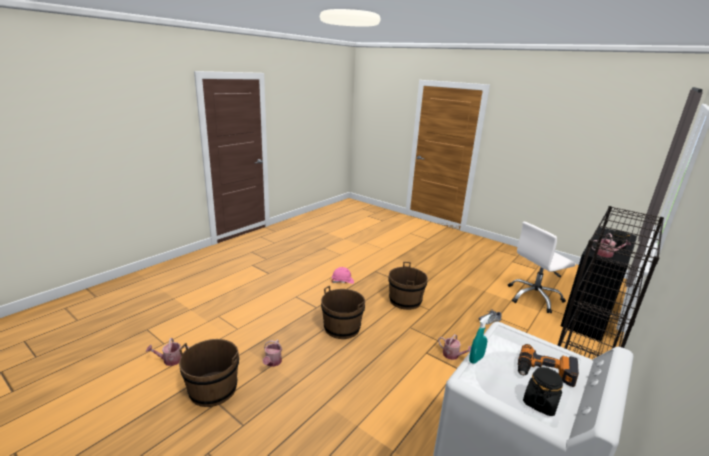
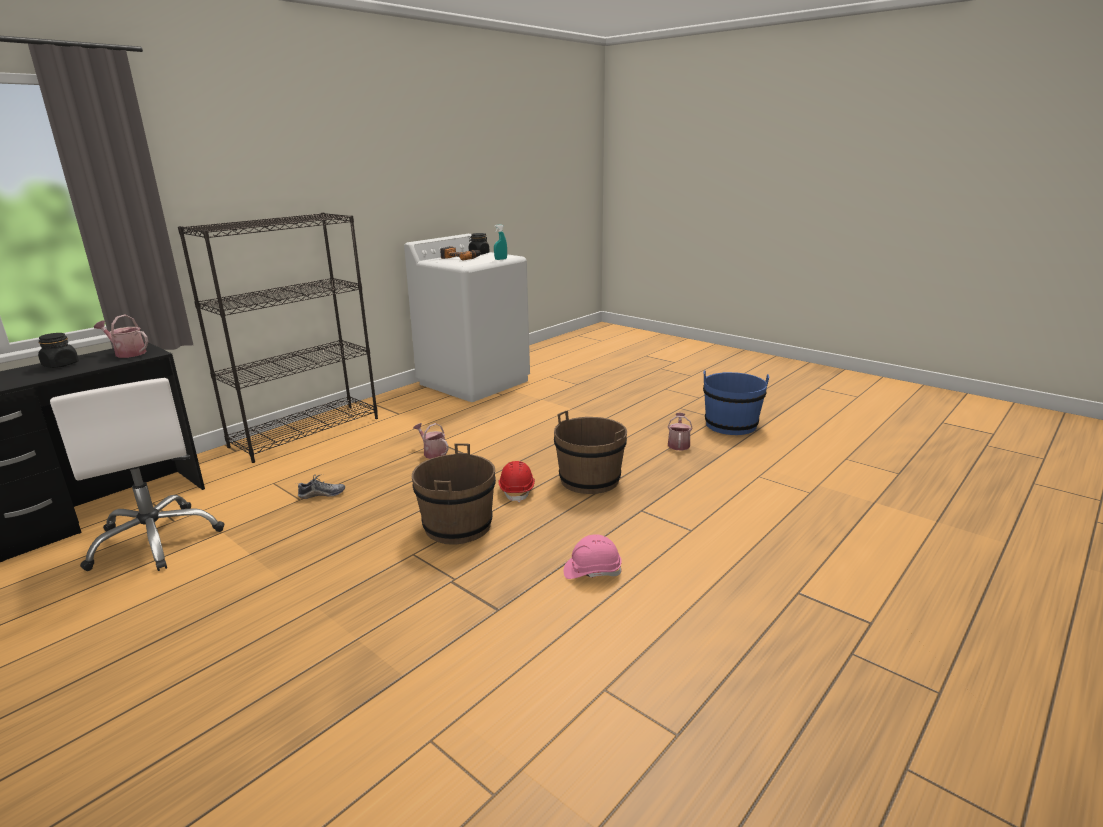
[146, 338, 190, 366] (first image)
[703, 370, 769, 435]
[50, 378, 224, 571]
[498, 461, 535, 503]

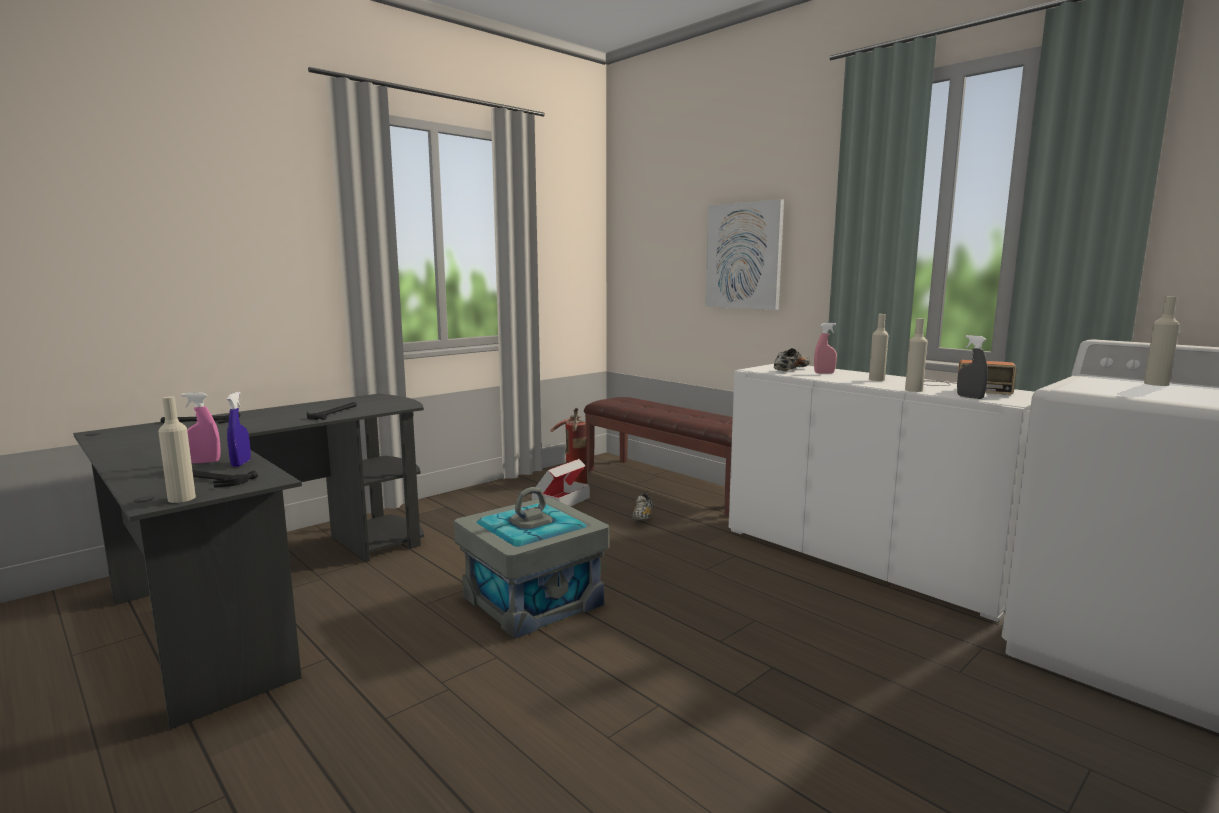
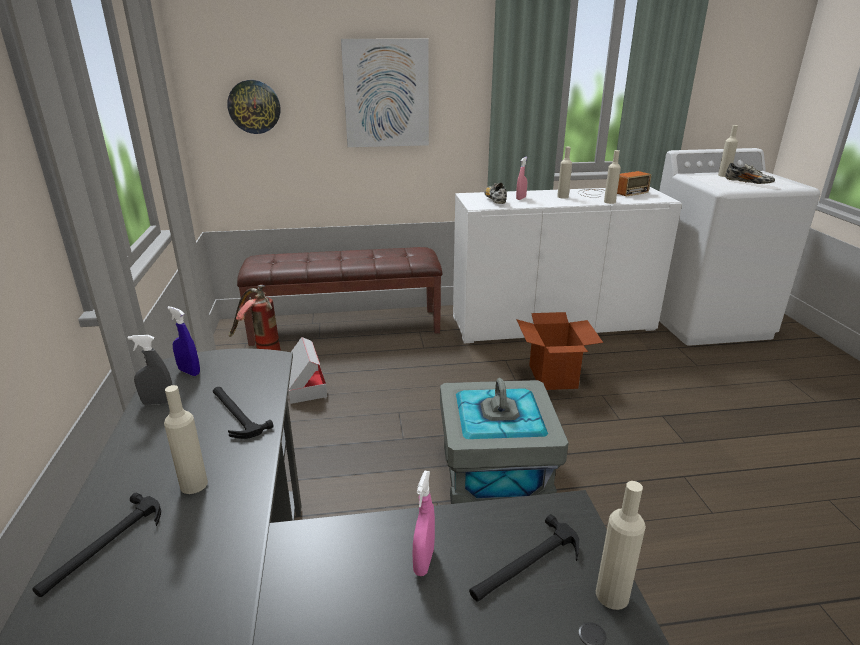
[167, 306, 200, 376]
[726, 163, 775, 184]
[128, 335, 172, 405]
[164, 385, 208, 494]
[227, 80, 280, 134]
[516, 312, 603, 390]

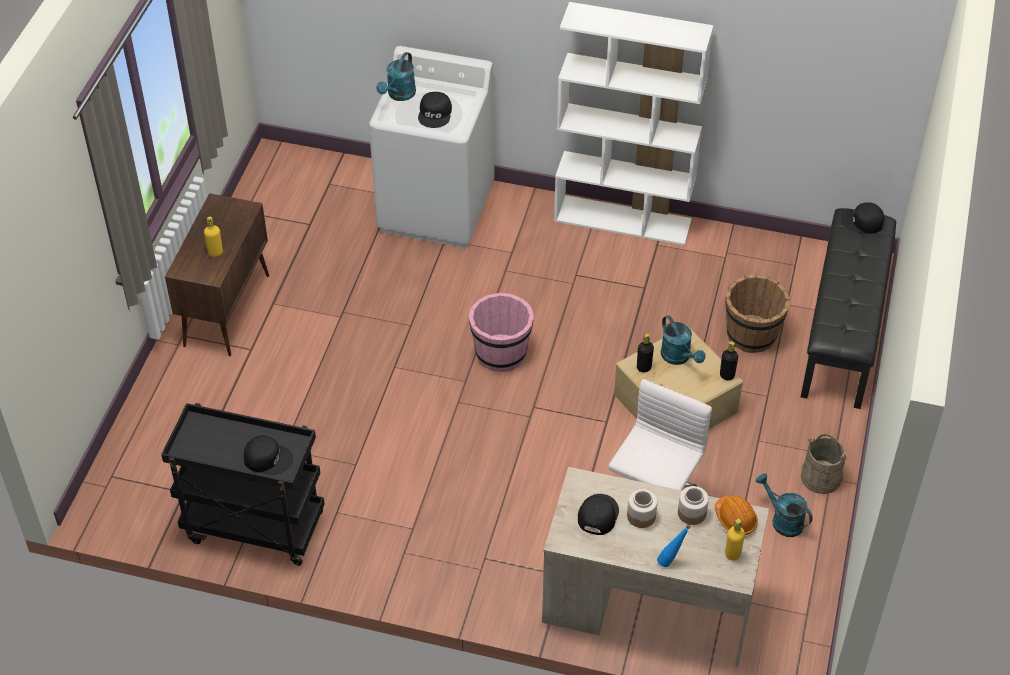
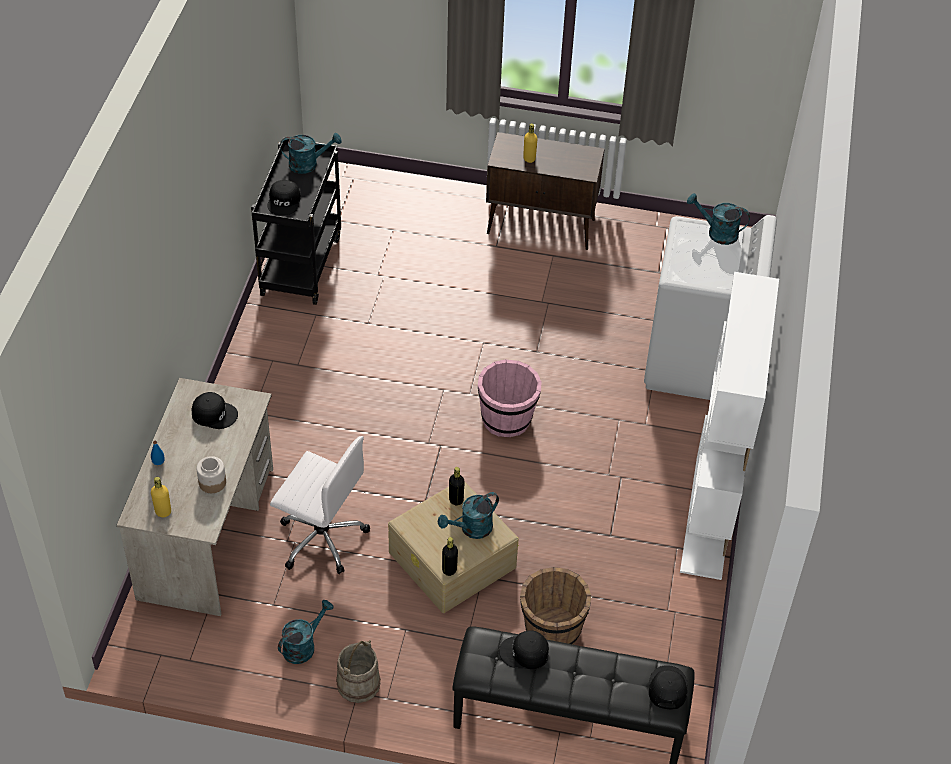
[499, 630, 549, 669]
[627, 489, 657, 528] (first image)
[715, 495, 758, 535] (first image)
[280, 133, 342, 174]

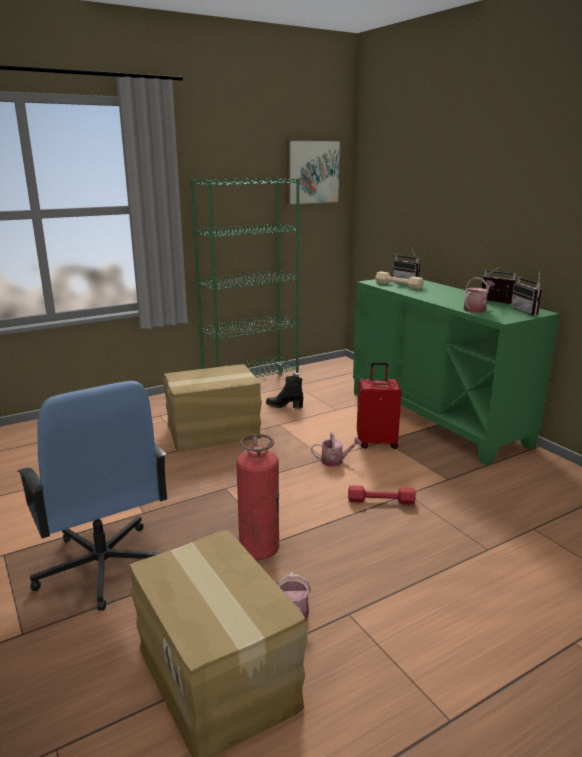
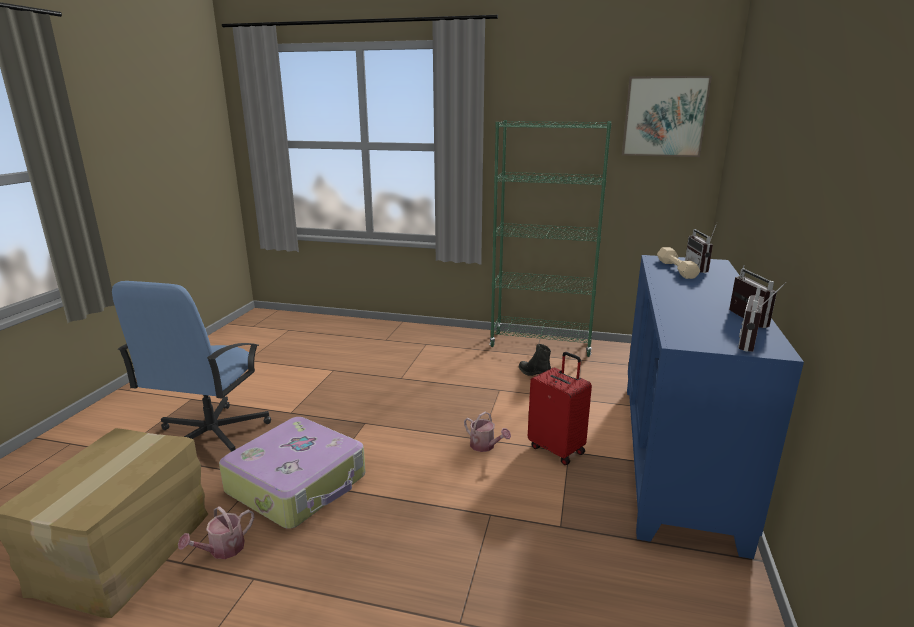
[163, 364, 262, 452] (first image)
[219, 417, 366, 529]
[348, 485, 416, 505] (first image)
[627, 255, 804, 559]
[463, 277, 495, 313] (first image)

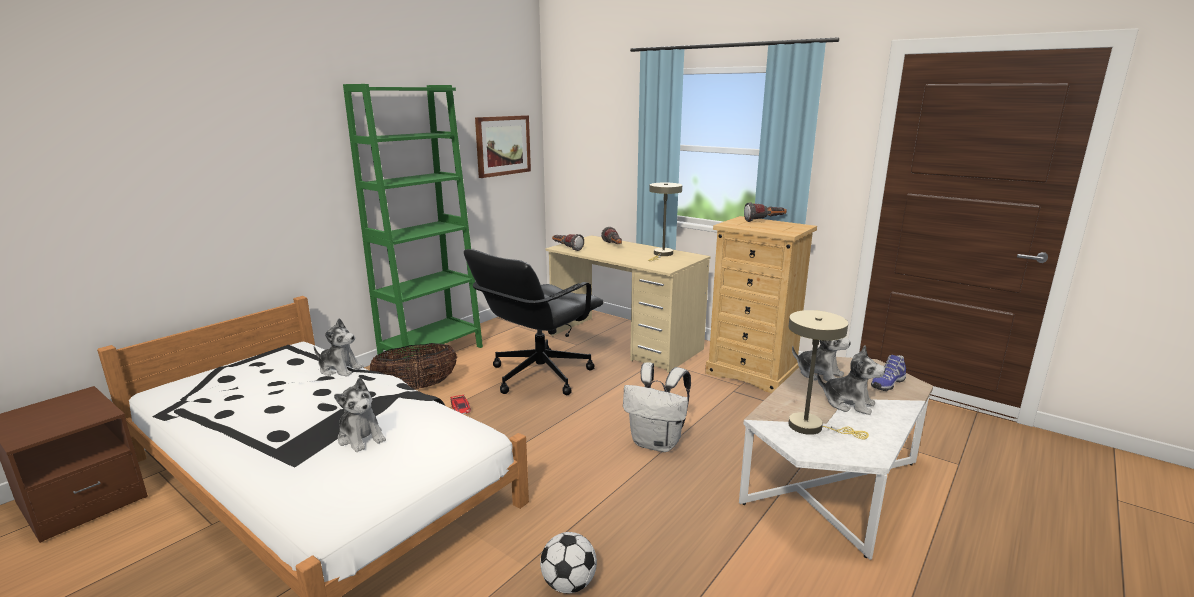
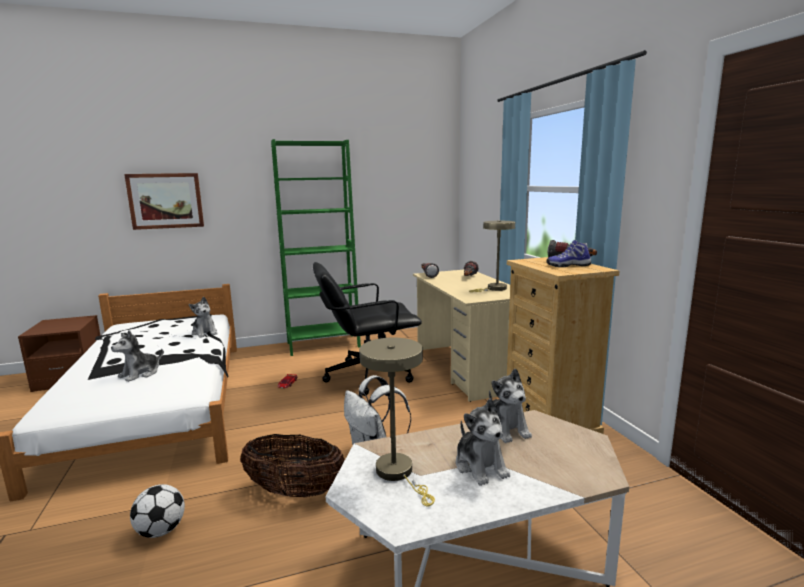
[111, 330, 163, 382]
[240, 434, 345, 497]
[124, 173, 204, 230]
[546, 240, 591, 267]

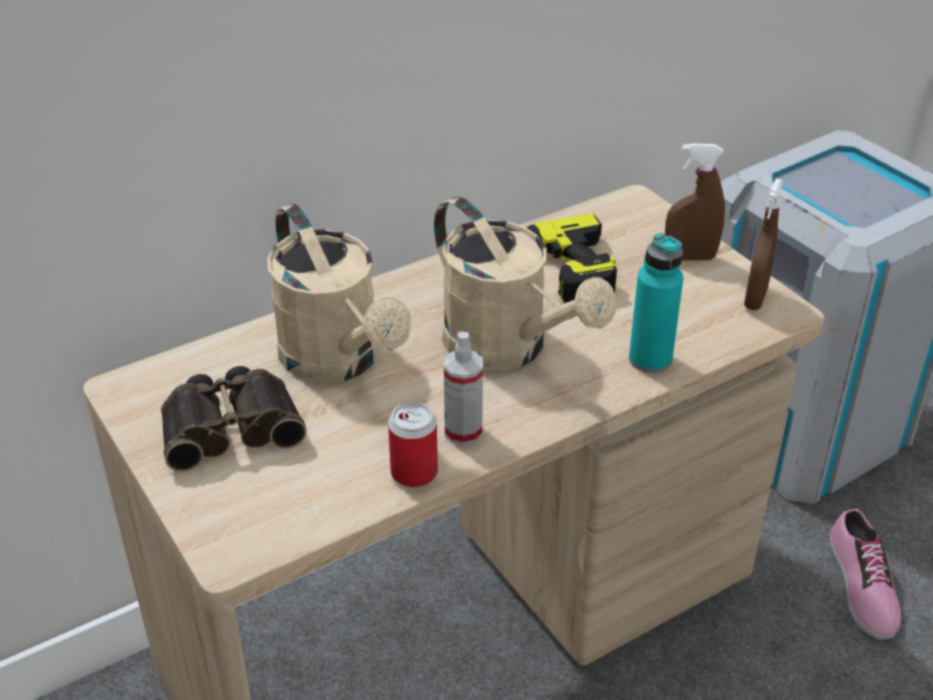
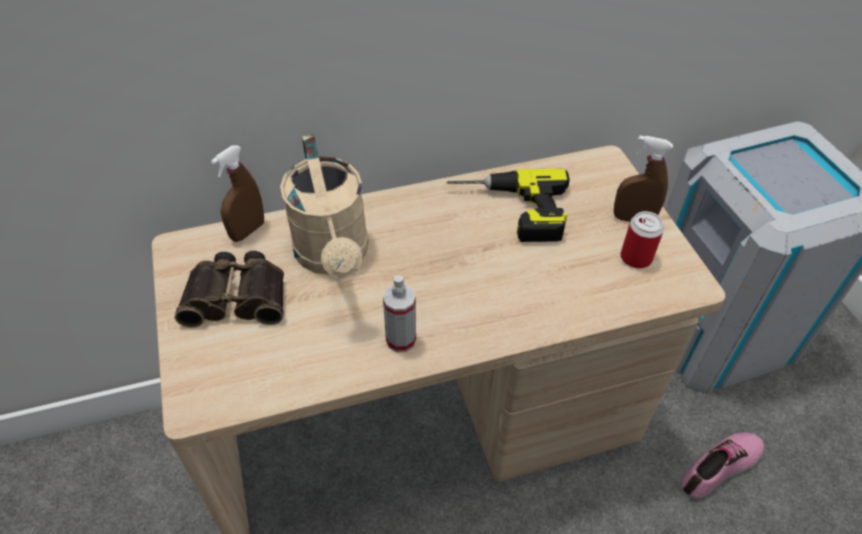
[621, 211, 664, 268]
[434, 197, 616, 371] (first image)
[629, 233, 683, 373] (first image)
[211, 145, 264, 242]
[681, 433, 764, 499]

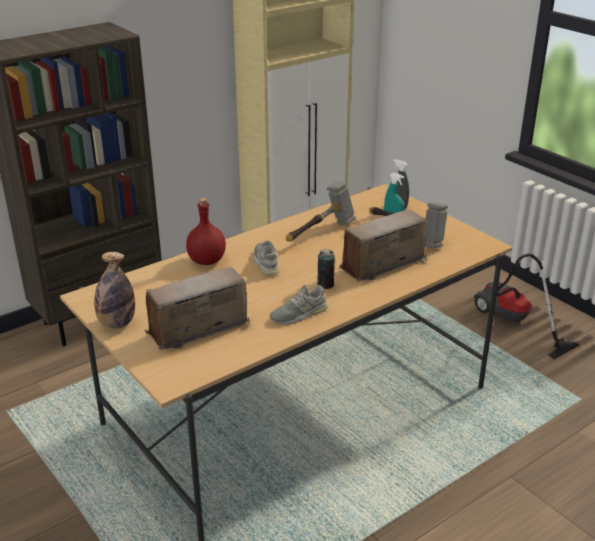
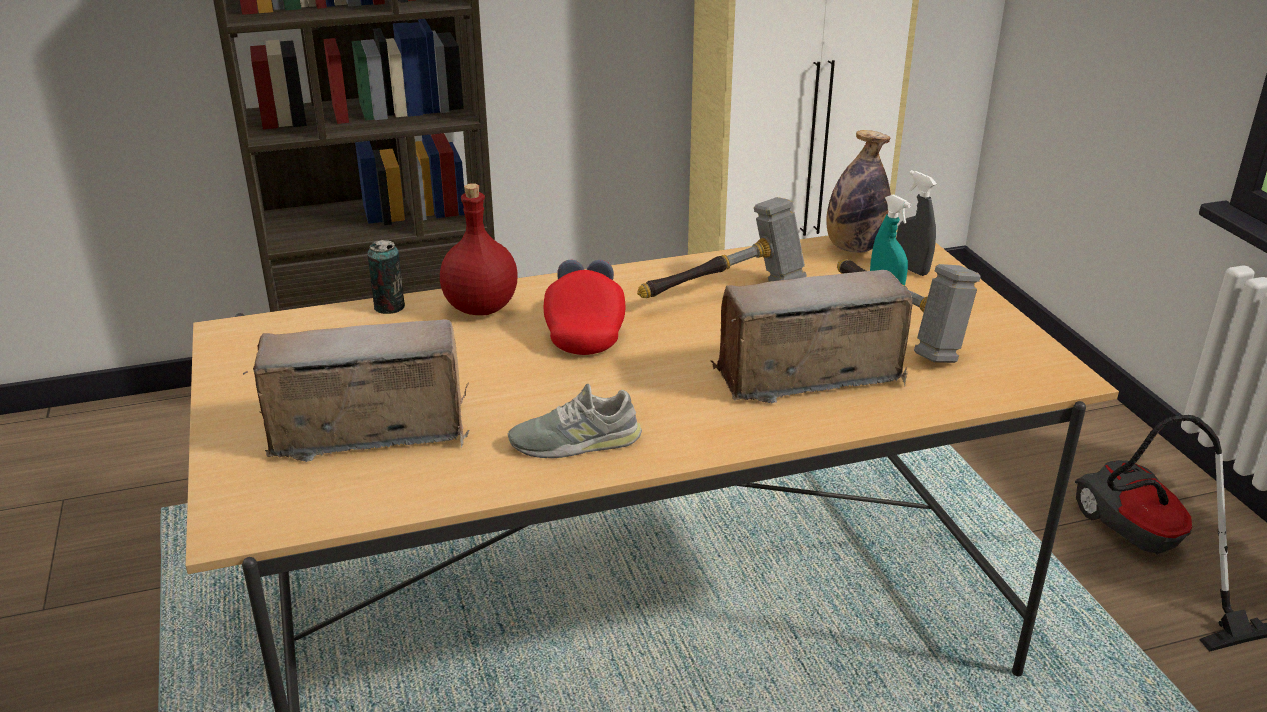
[826, 130, 891, 253]
[544, 259, 625, 355]
[367, 240, 405, 314]

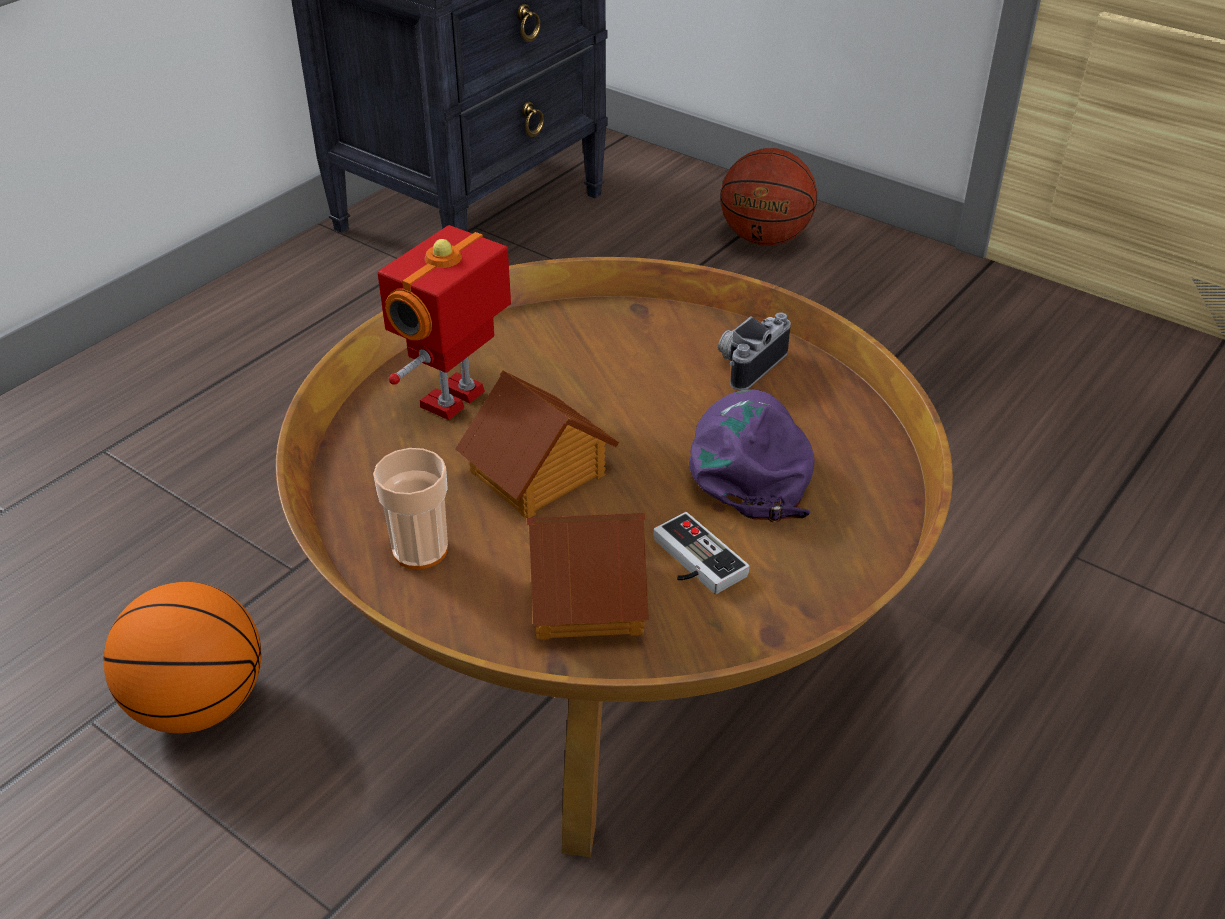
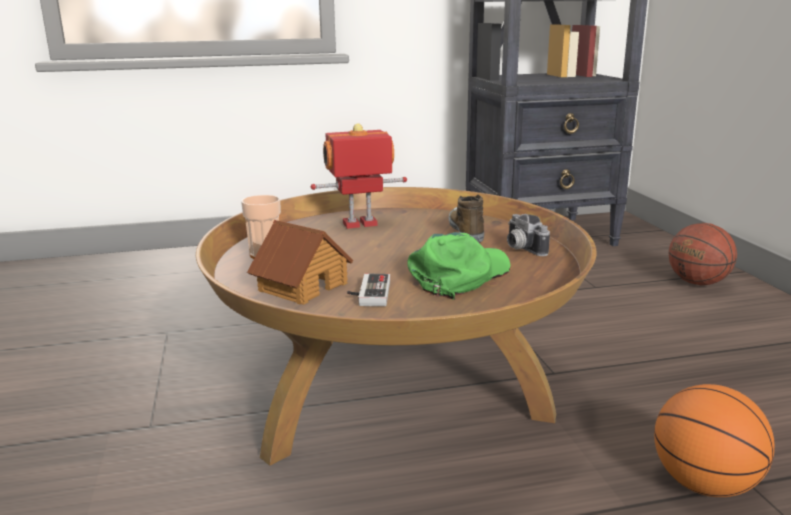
[654, 384, 775, 497]
[455, 370, 619, 518] (first image)
[407, 232, 510, 300]
[507, 214, 550, 256]
[449, 195, 484, 243]

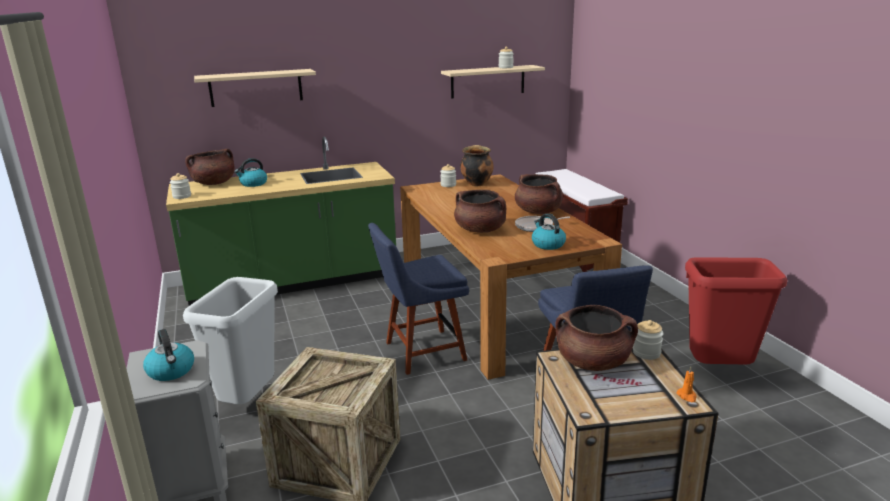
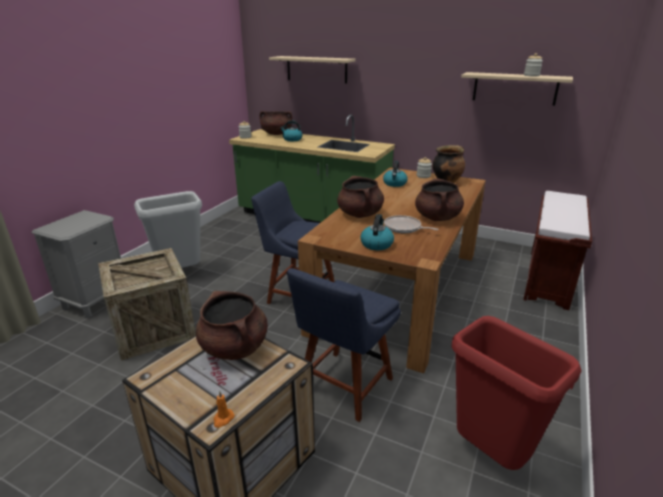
[383, 161, 408, 187]
[633, 320, 664, 360] (first image)

